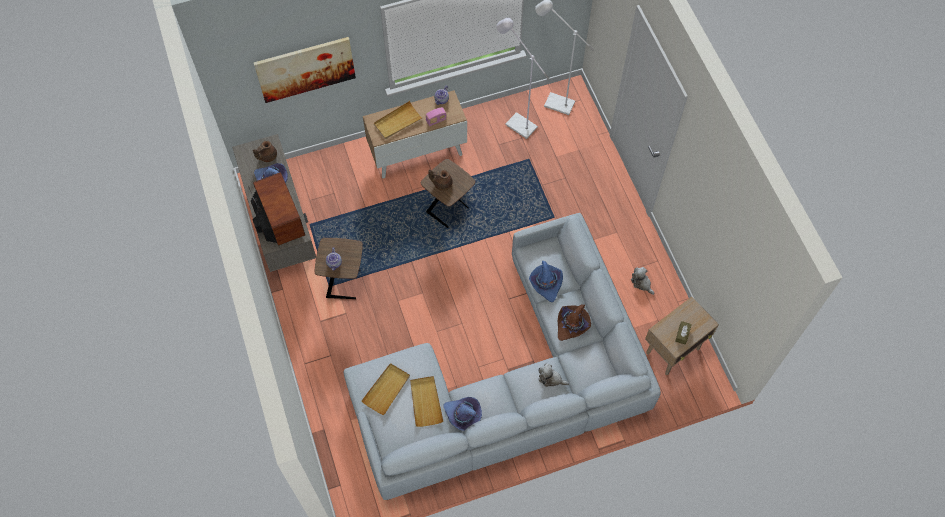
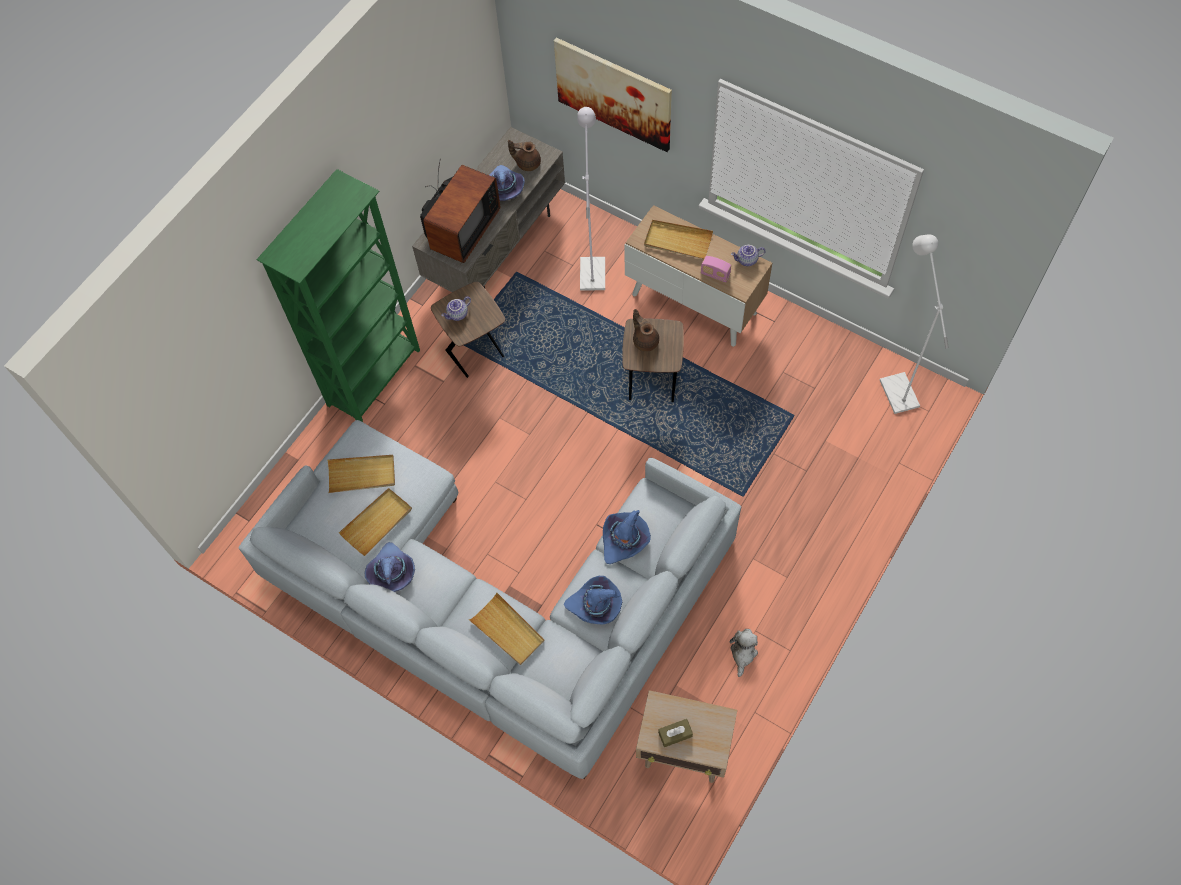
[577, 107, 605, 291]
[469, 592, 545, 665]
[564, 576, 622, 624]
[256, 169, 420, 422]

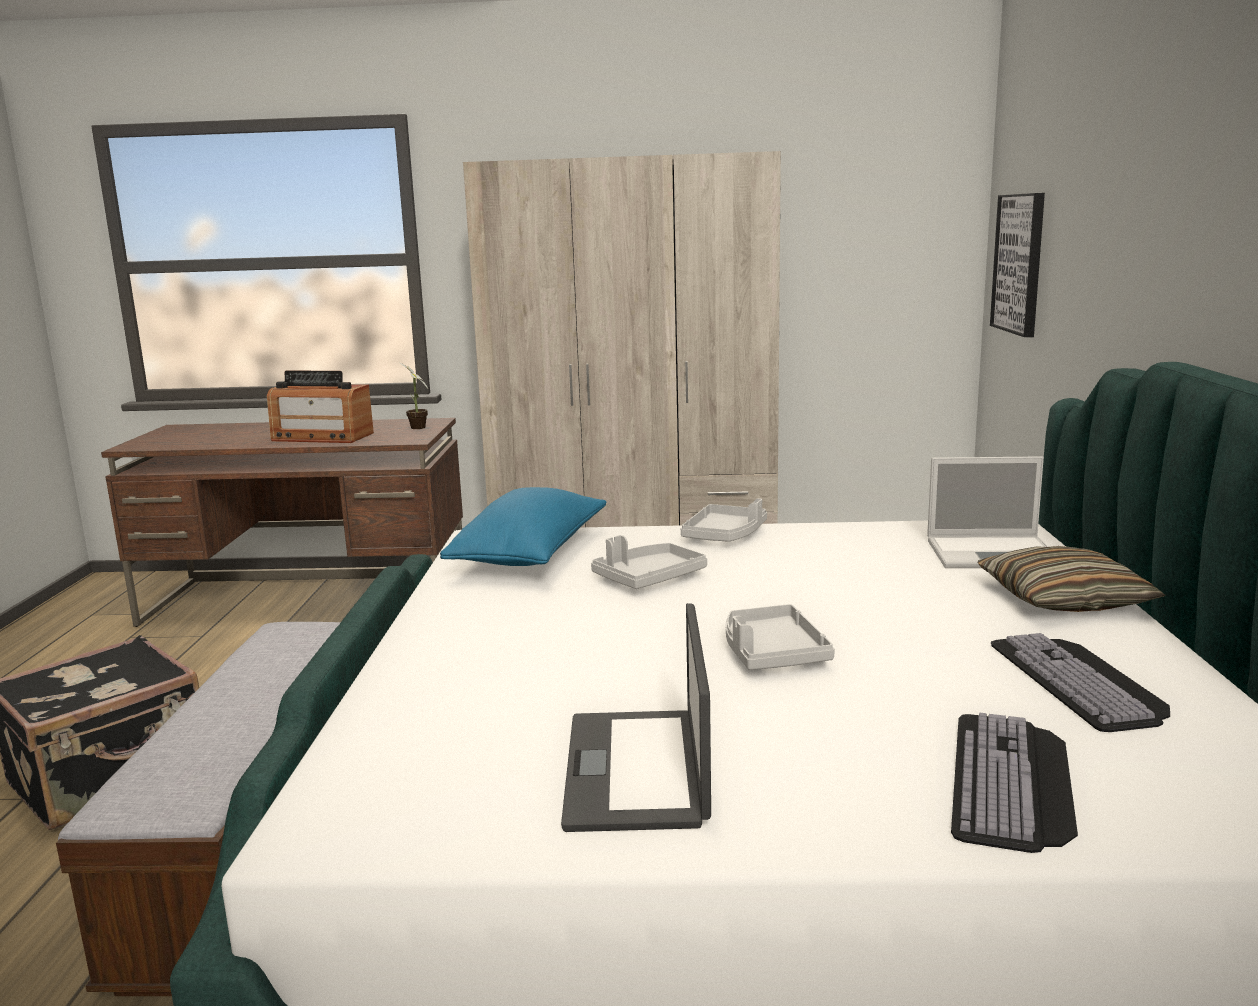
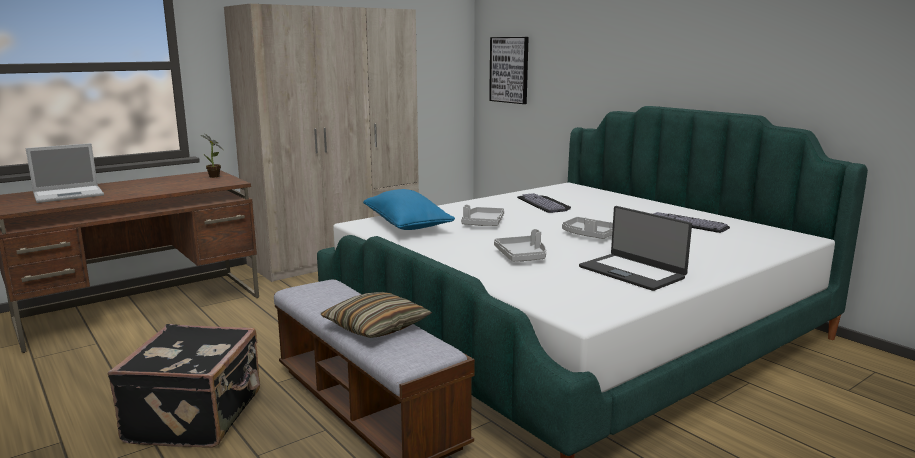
[267, 371, 374, 443] (first image)
[494, 229, 546, 262]
[26, 143, 104, 203]
[517, 193, 571, 213]
[321, 292, 432, 338]

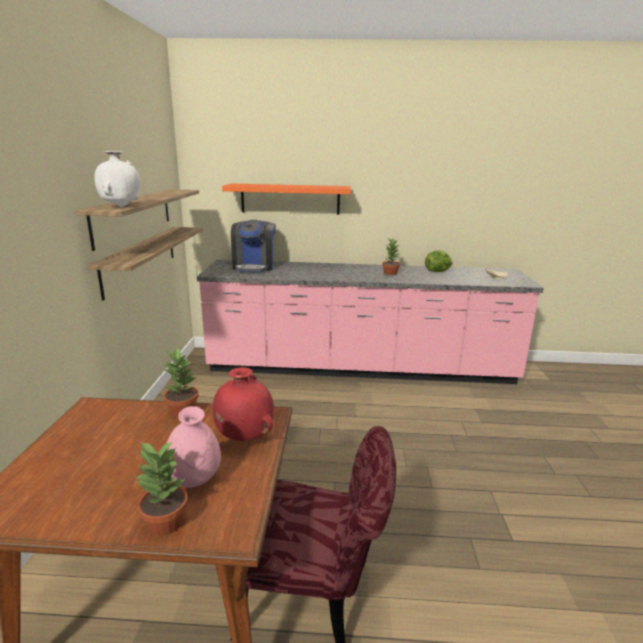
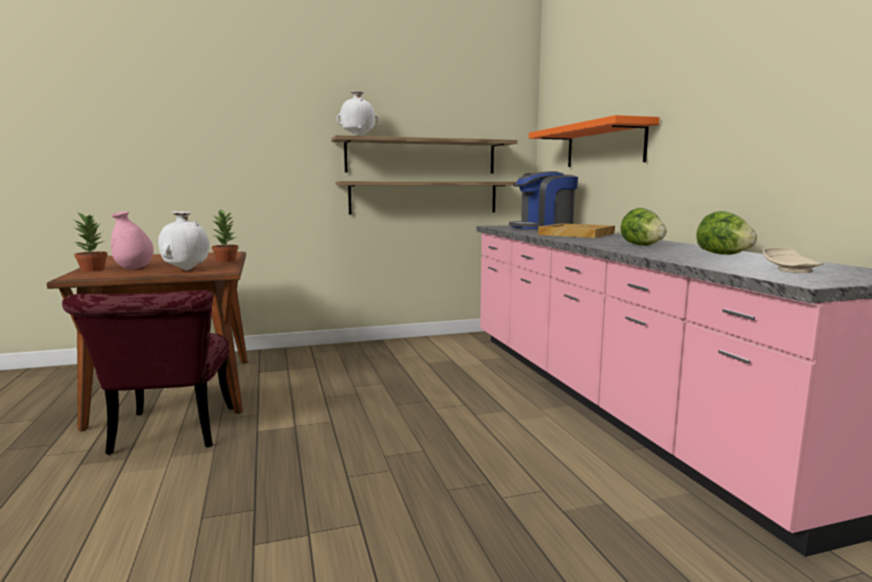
[158, 212, 210, 270]
[620, 208, 667, 246]
[538, 223, 615, 238]

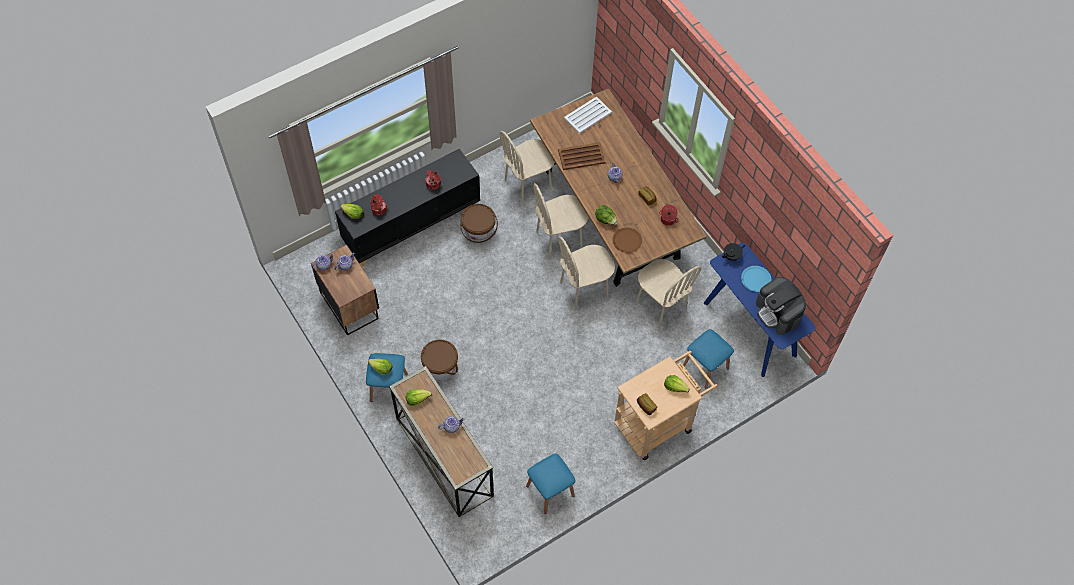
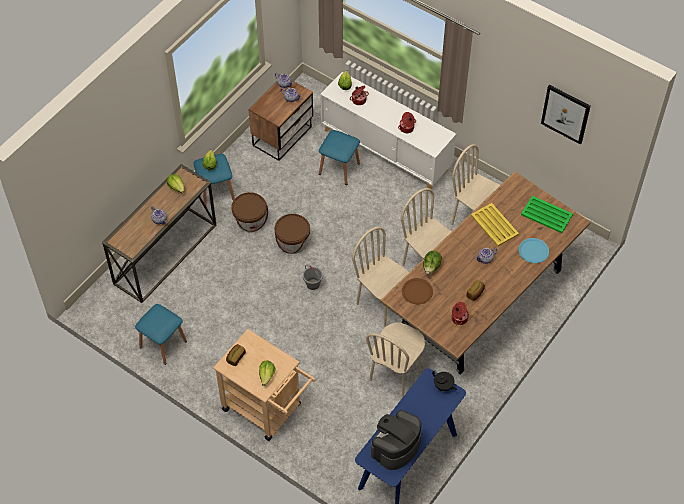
[320, 72, 456, 190]
[275, 214, 310, 254]
[471, 203, 519, 246]
[521, 196, 573, 233]
[319, 130, 360, 185]
[519, 238, 549, 263]
[303, 265, 323, 290]
[541, 85, 590, 145]

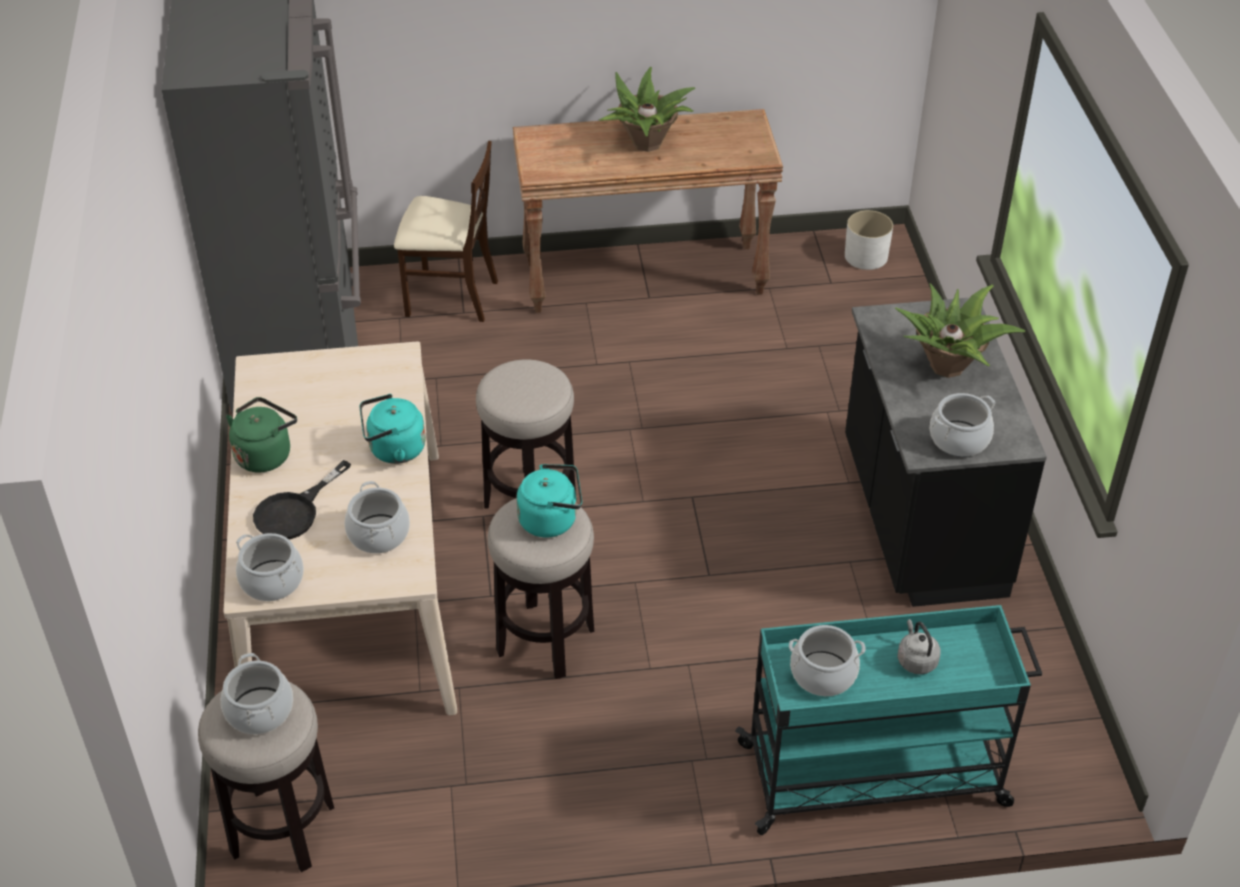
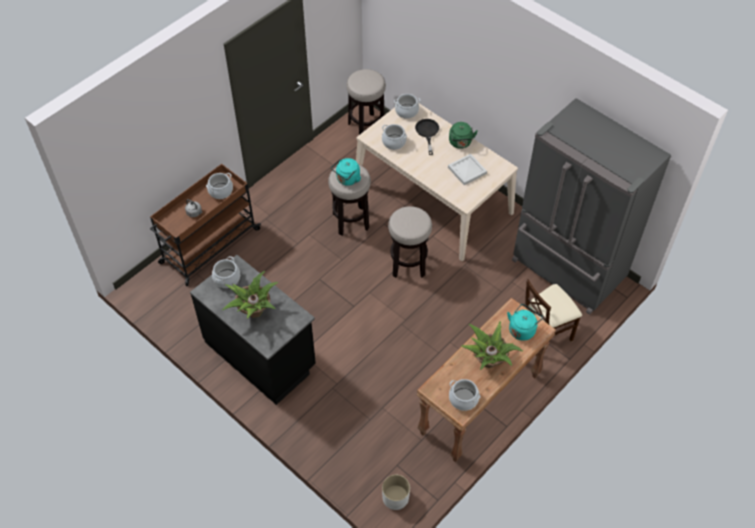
[449, 379, 481, 411]
[507, 304, 543, 341]
[150, 164, 261, 286]
[448, 154, 487, 185]

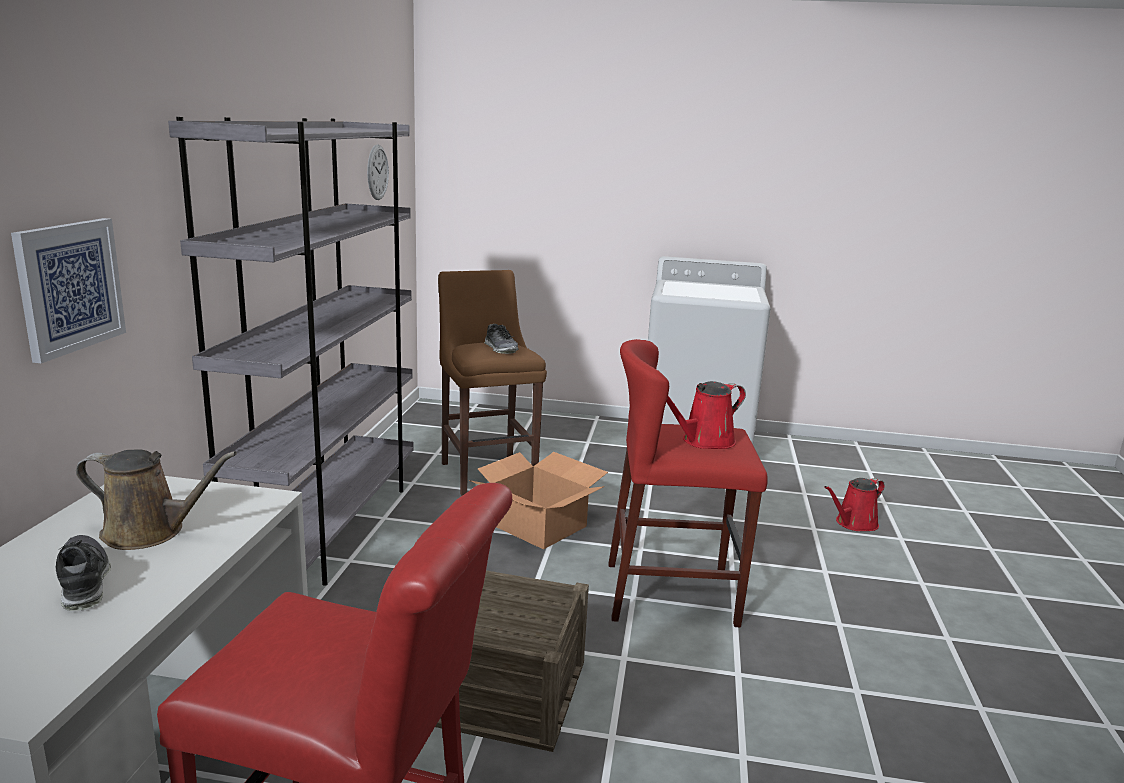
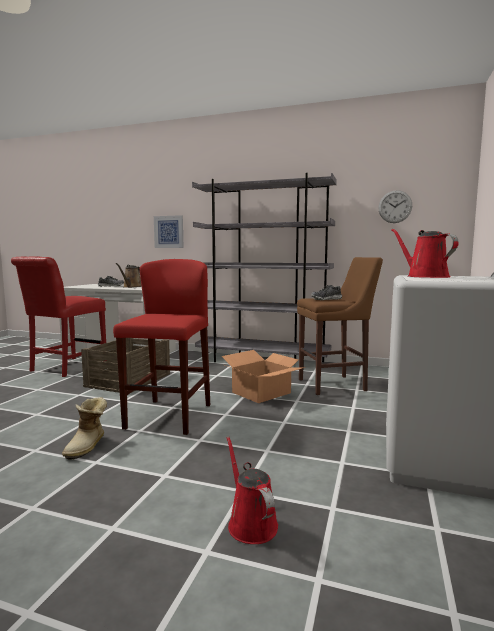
[392, 229, 459, 278]
[62, 397, 107, 460]

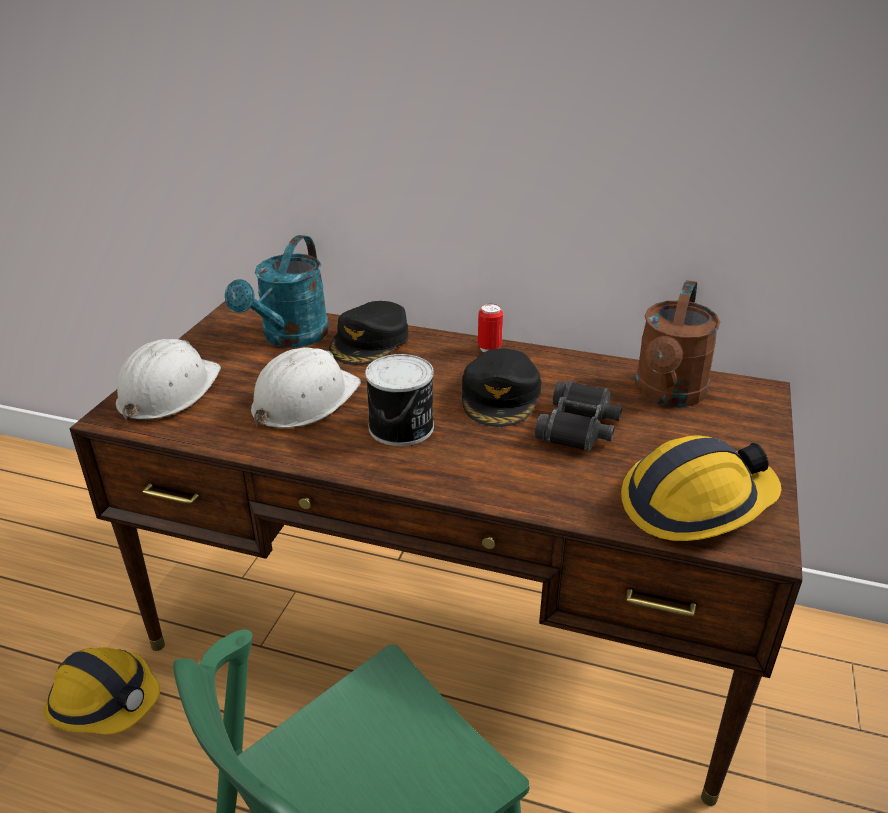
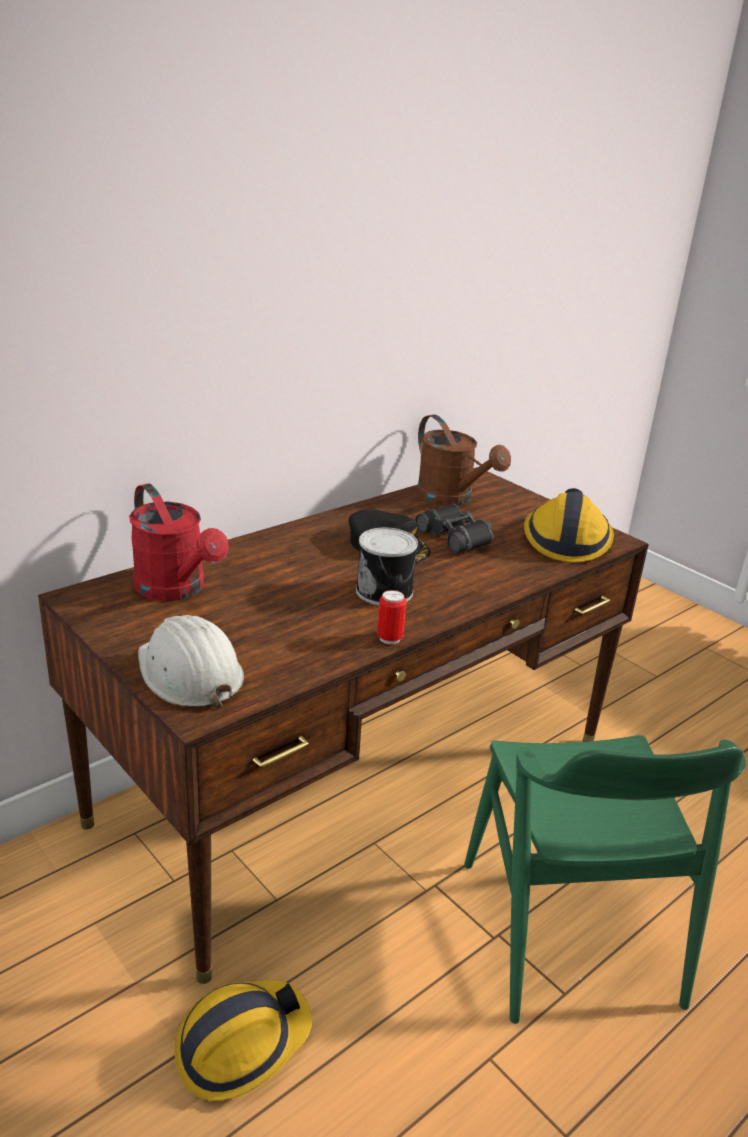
[129, 483, 228, 601]
[251, 348, 361, 428] (first image)
[329, 301, 408, 365] (first image)
[377, 590, 406, 644]

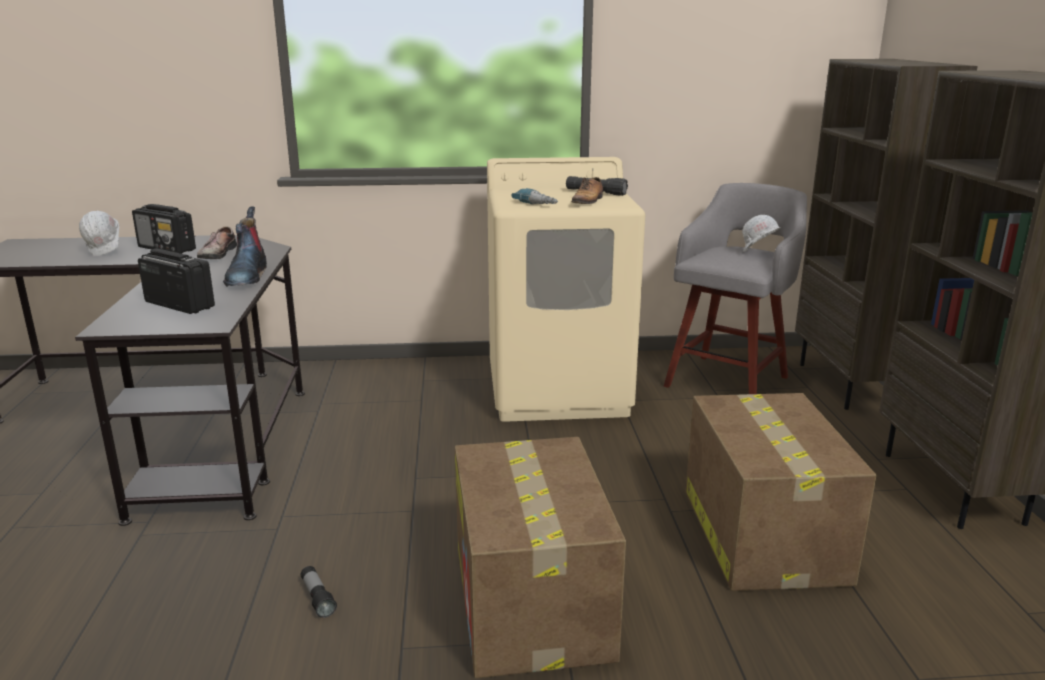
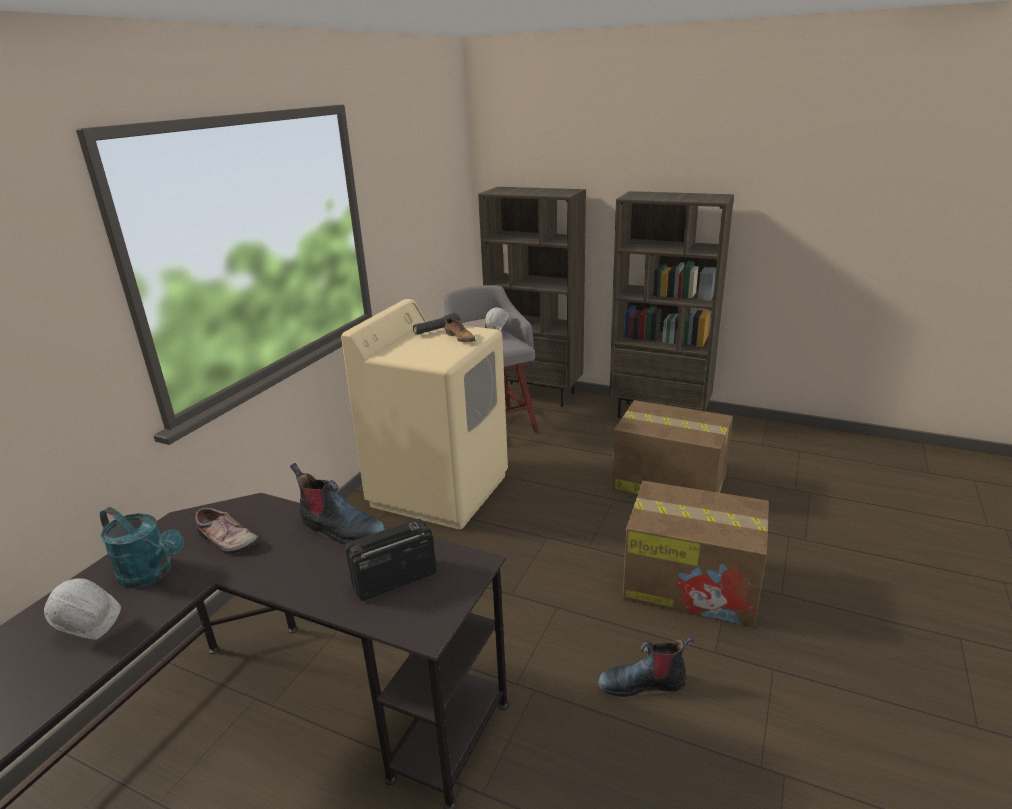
[100, 507, 184, 588]
[598, 636, 694, 697]
[512, 188, 558, 204] (first image)

